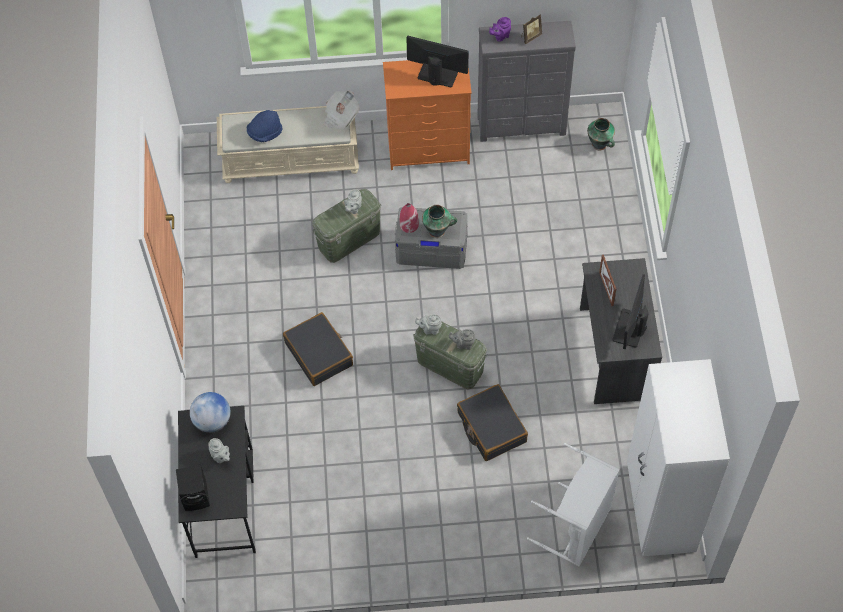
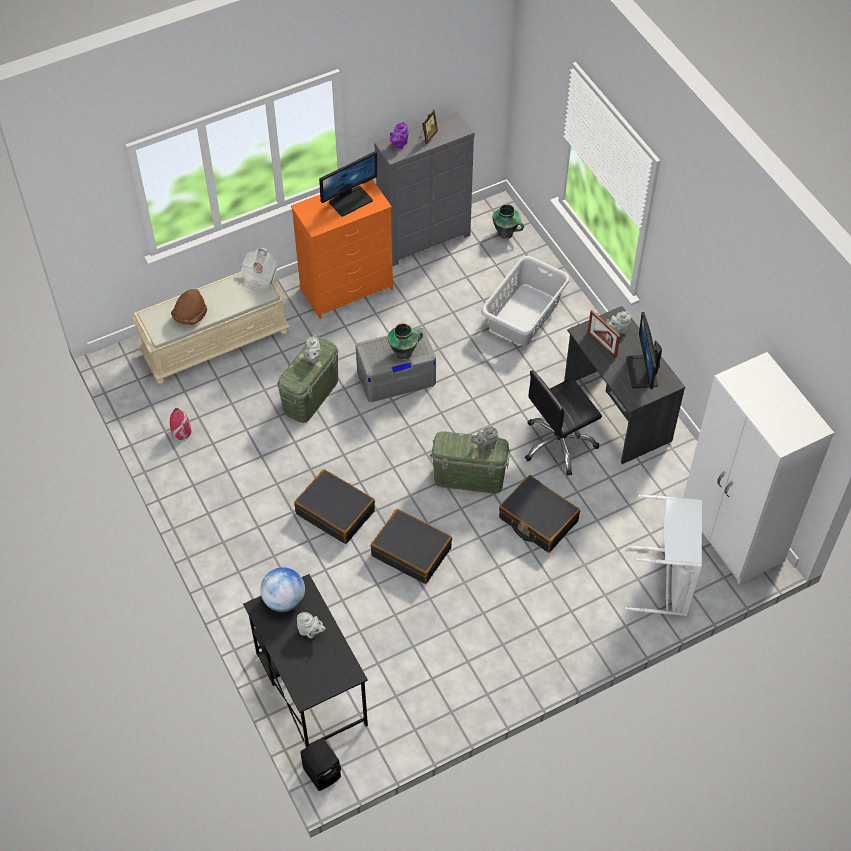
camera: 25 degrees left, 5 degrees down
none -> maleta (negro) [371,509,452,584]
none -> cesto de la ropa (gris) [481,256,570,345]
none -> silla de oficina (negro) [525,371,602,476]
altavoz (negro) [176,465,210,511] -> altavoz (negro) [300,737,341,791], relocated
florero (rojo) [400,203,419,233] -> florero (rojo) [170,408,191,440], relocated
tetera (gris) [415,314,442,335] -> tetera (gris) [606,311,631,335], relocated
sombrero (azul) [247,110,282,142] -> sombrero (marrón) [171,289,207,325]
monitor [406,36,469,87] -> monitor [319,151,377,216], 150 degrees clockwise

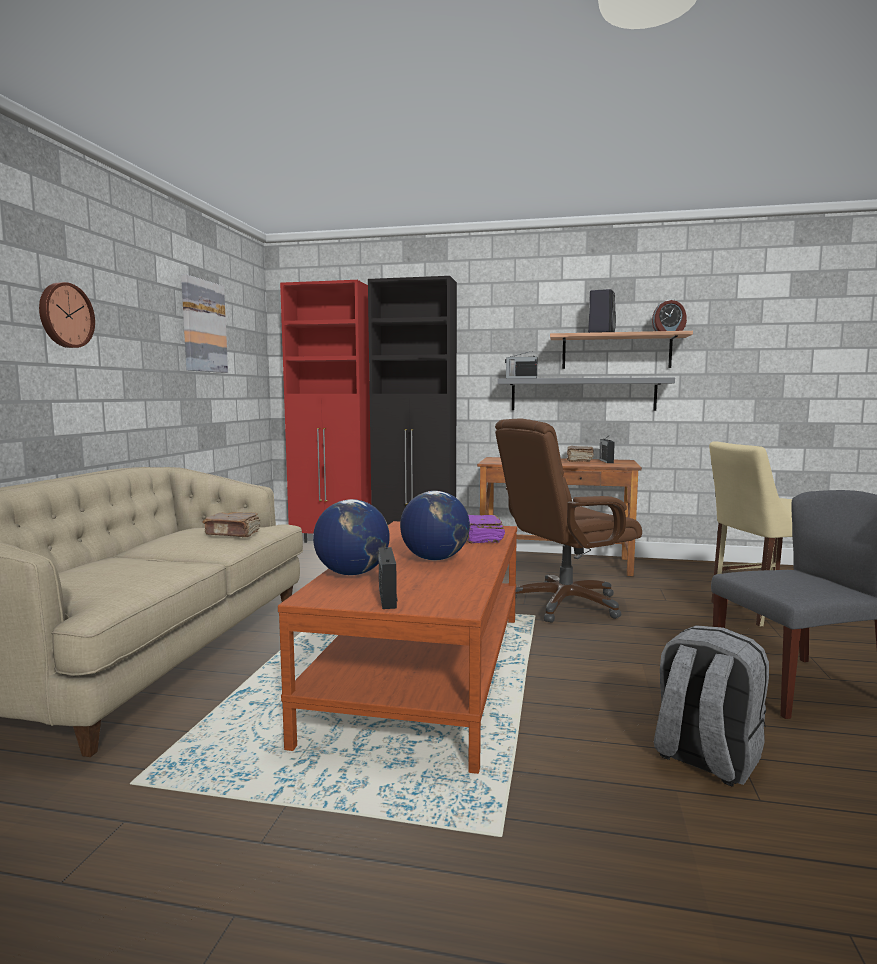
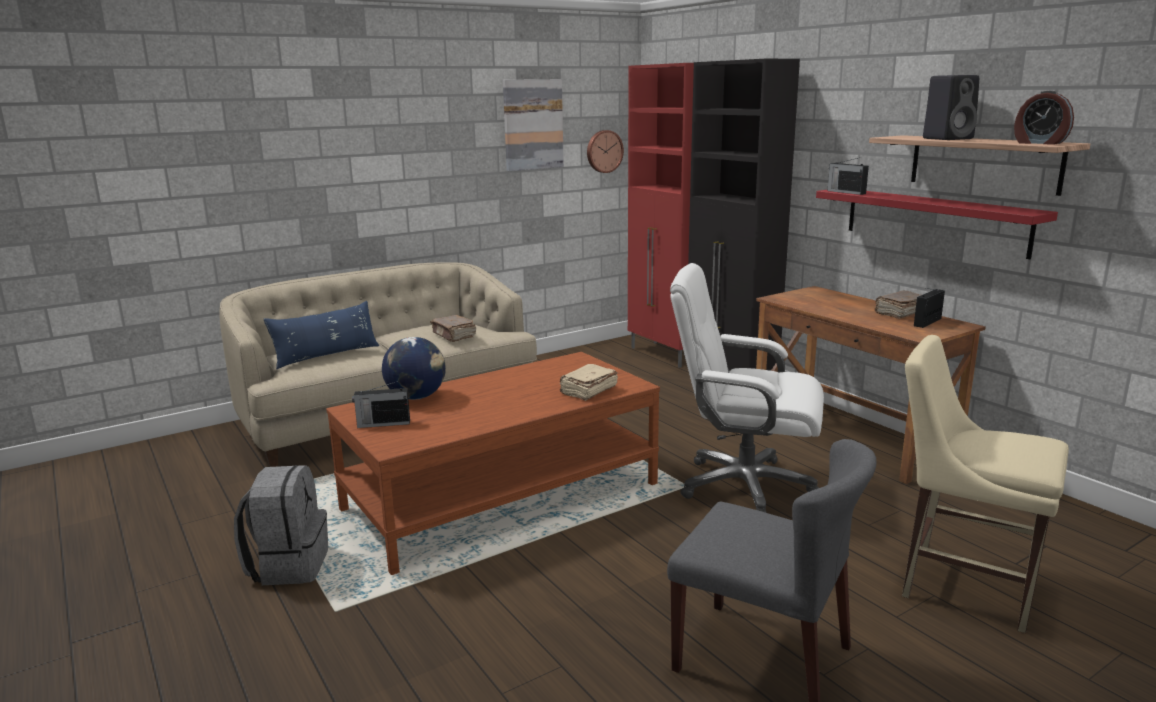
camera: 45 degrees right, 10 degrees up
globo terráqueo [400,491,470,560] -> none
none -> cojín (azul) [264,301,379,369]
reloj de pared [39,282,95,348] -> reloj de pared [587,130,624,173], relocated
mochila (gris) [654,625,769,787] -> mochila (gris) [234,465,328,585], relocated
libro (morado) [466,515,505,543] -> libro (beis) [560,364,618,401]
silla de oficina (marrón) [495,419,642,623] -> silla de oficina (blanco) [670,263,824,513]
estante (gris) [498,377,675,411] -> estante (rojo) [816,190,1058,259]
radio [378,547,397,609] -> radio [352,381,410,428], 135 degrees counterclockwise

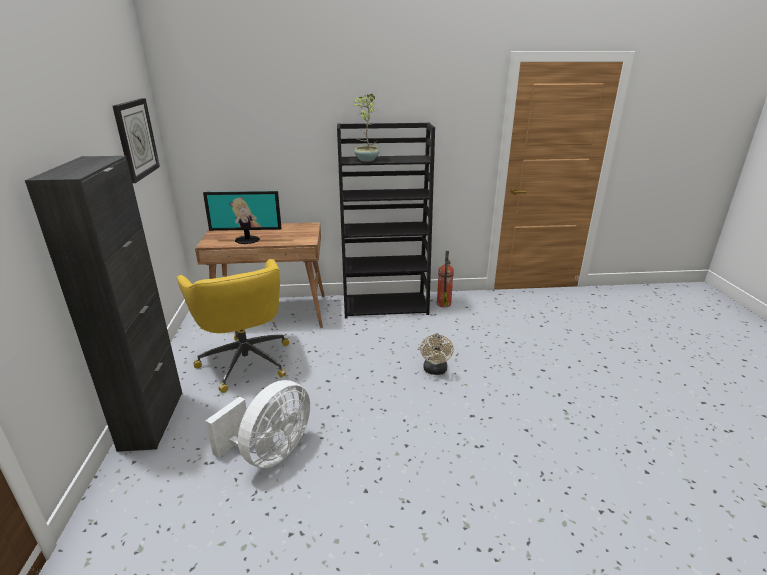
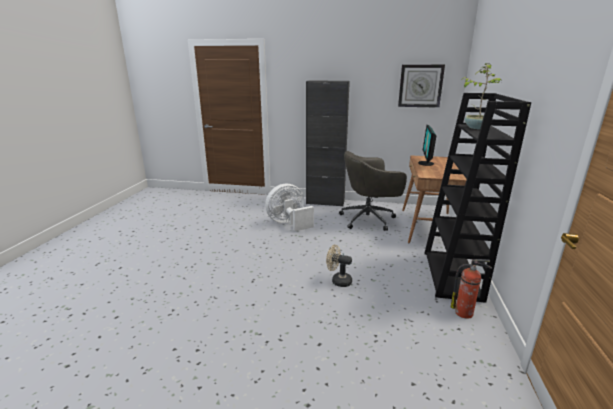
camera: 105 degrees right, 5 degrees down
silla de oficina (amarillo) [177,259,289,393] -> silla de oficina (gris) [339,151,407,231]
ventilador (blanco) [205,380,310,468] -> ventilador (blanco) [265,184,314,231], 105 degrees clockwise

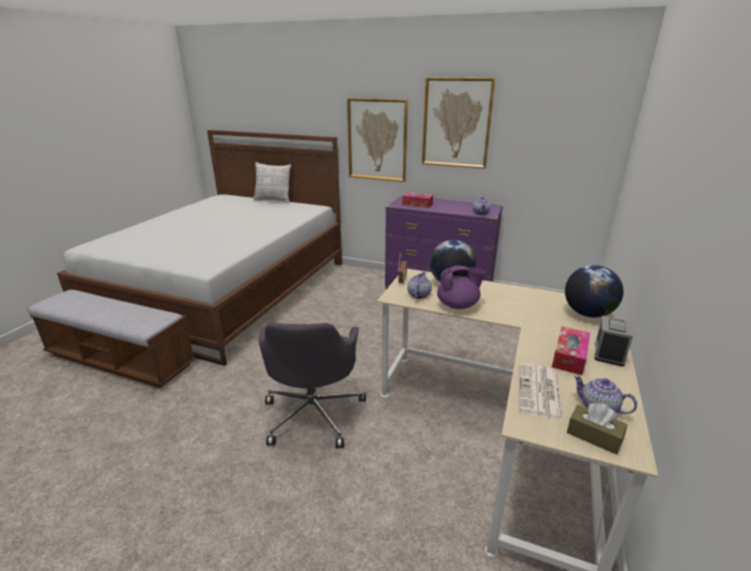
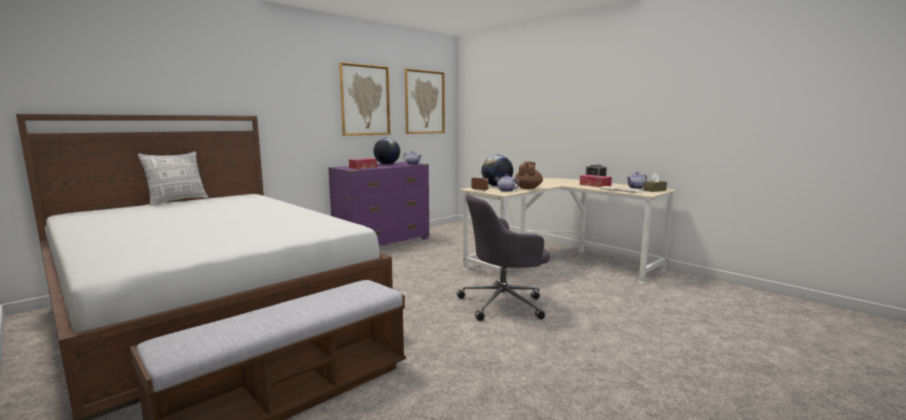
camera: 65 degrees left, 15 degrees down
cuadro [347,98,408,182] -> cuadro [405,68,445,134], relocated
globo terráqueo [565,265,624,318] -> globo terráqueo [373,138,400,165], relocated
tetera (morado) [437,266,486,309] -> tetera (marrón) [515,161,543,189]
silla de oficina (gris) [258,323,366,448] -> silla de oficina (gris) [457,194,550,321], 135 degrees clockwise

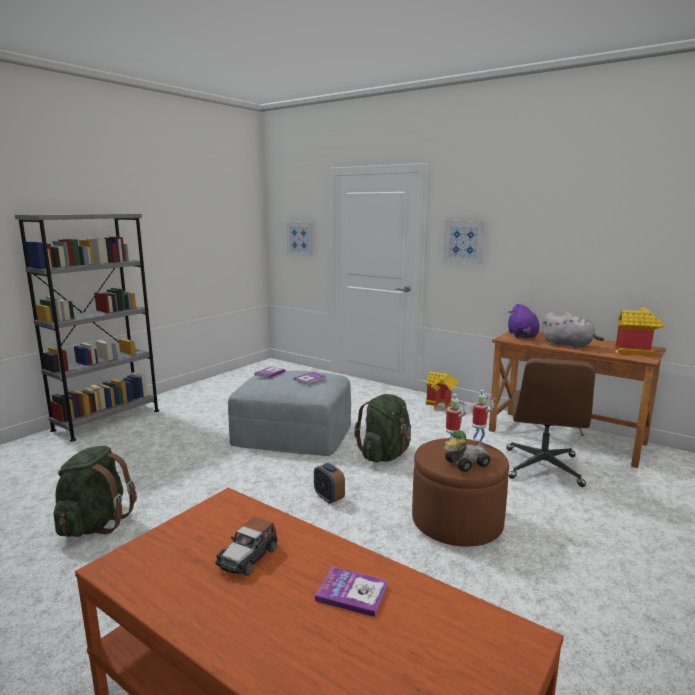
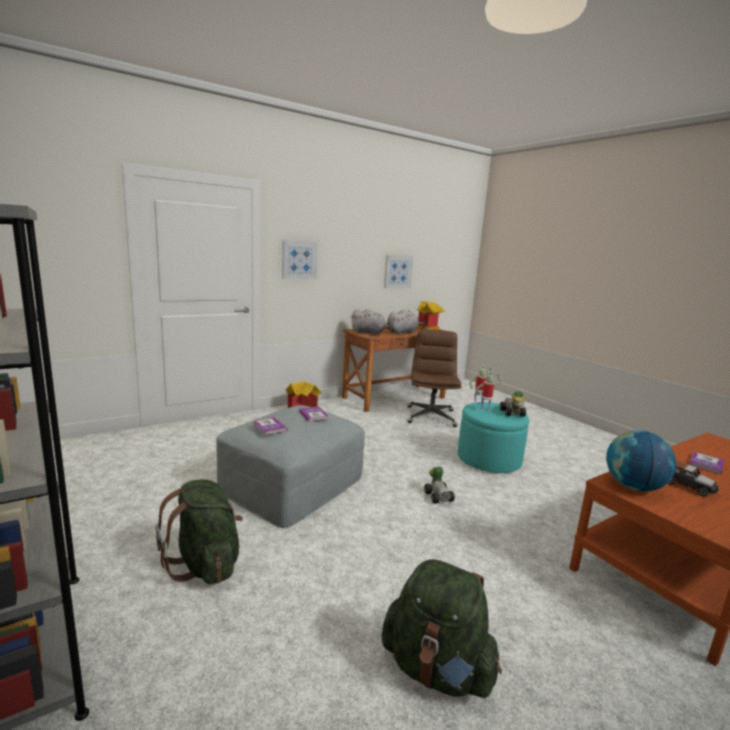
camera: 70 degrees left, 0 degrees up
none -> globo terráqueo [606,430,676,492]
cuadro [286,222,313,257] -> cuadro [384,255,413,288], relocated
mochila (verde) [354,394,411,462] -> mochila (verde) [156,479,243,584], relocated
despertador [314,463,345,504] -> coche de juguete [424,467,455,504]
puf (marrón) [412,438,509,547] -> puf (turquesa) [457,402,529,473]
peluche (morado) [508,304,539,338] -> peluche (gris) [351,309,390,335]
silla de oficina (marrón) [506,358,595,487] -> silla de oficina (marrón) [407,330,462,427], 120 degrees counterclockwise

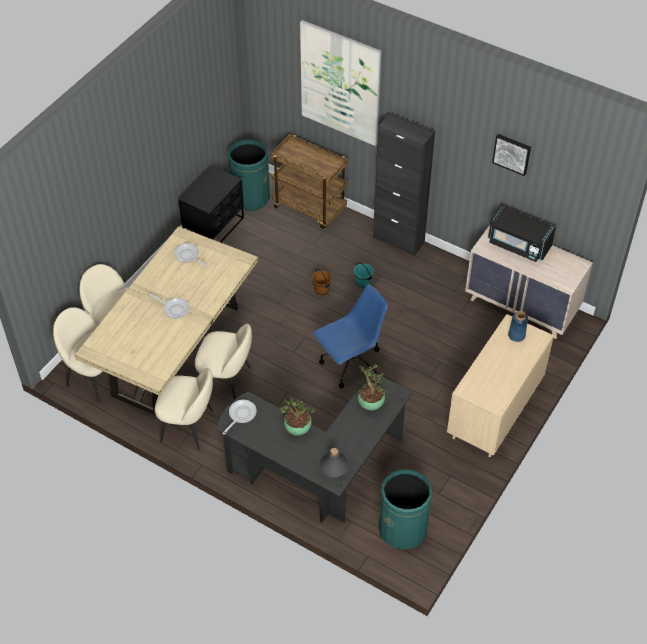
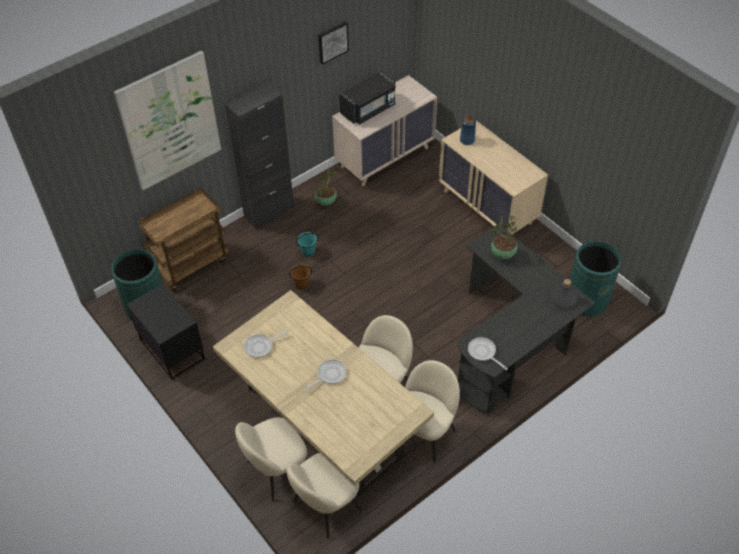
camera: 70 degrees left, 0 degrees up
silla de oficina (azul) [313,284,388,388] -> none
planta en maceta [280,398,315,436] -> planta en maceta [315,169,338,206], relocated

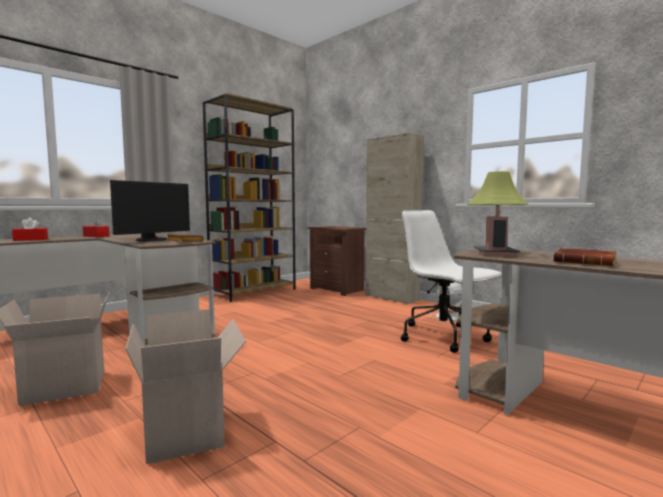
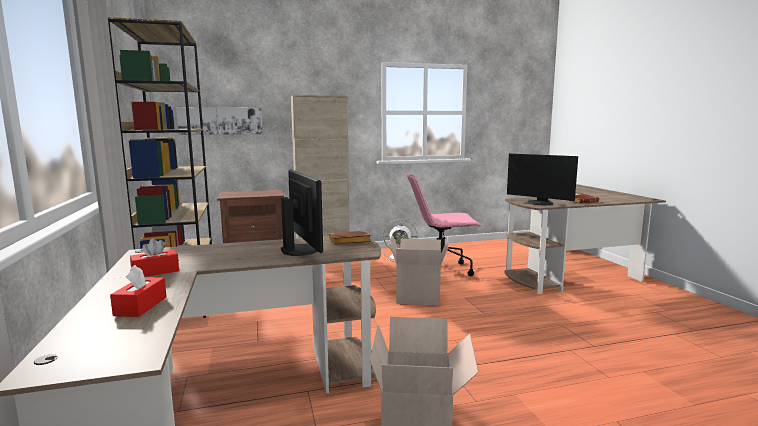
camera: 60 degrees left, 5 degrees up
none -> cuadro [176,107,263,135]
caja de cartón [125,309,246,464] -> caja de cartón [390,236,449,306], relocated
lámpara de mesa [467,171,528,257] -> monitor [507,153,578,205]
silla de oficina (blanco) [401,210,501,353] -> silla de oficina (rosa) [407,173,481,276]

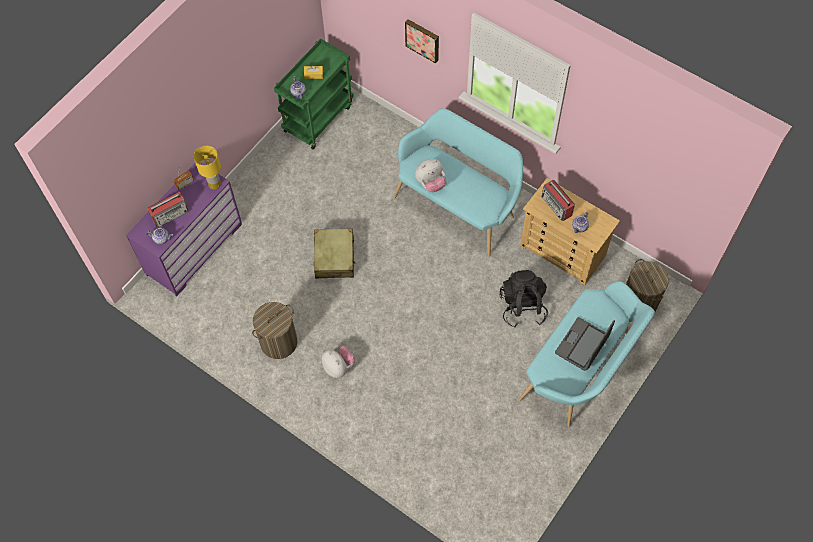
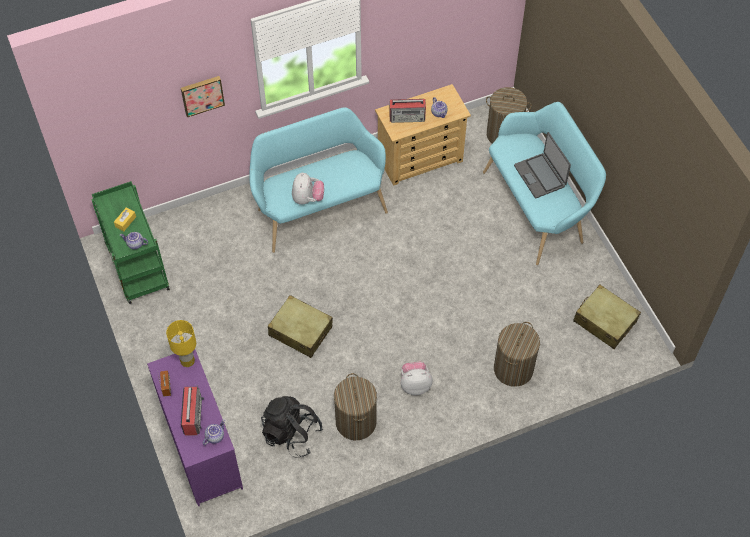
camera: 60 degrees left, 5 degrees down
none -> cesto de la ropa [494,322,540,387]
none -> maleta (beis) [573,285,641,349]
mochila (negro) [500,270,548,328] -> mochila (negro) [261,396,323,458], relocated

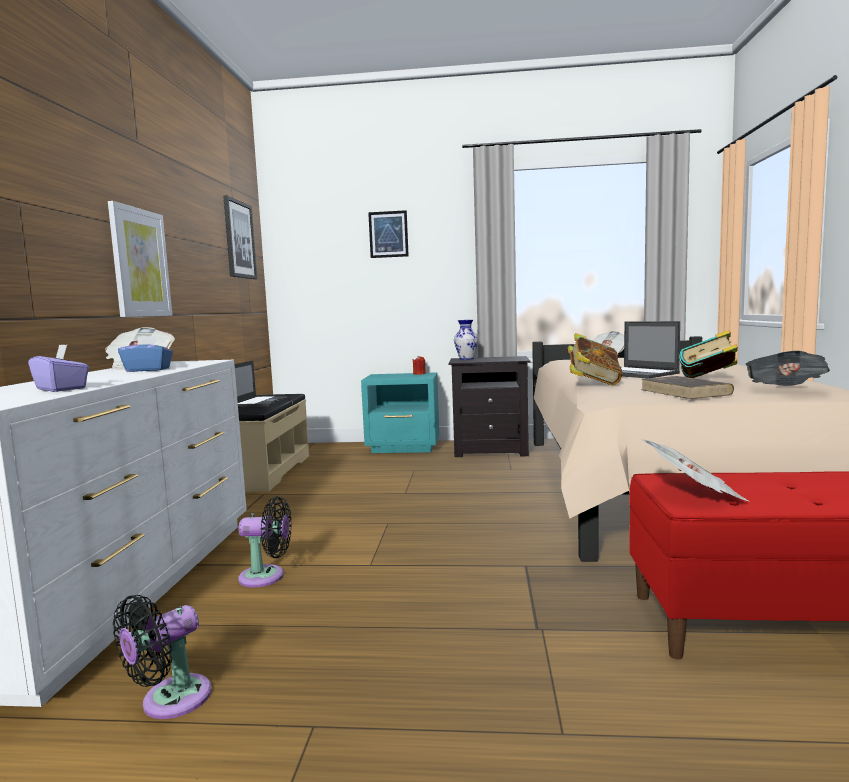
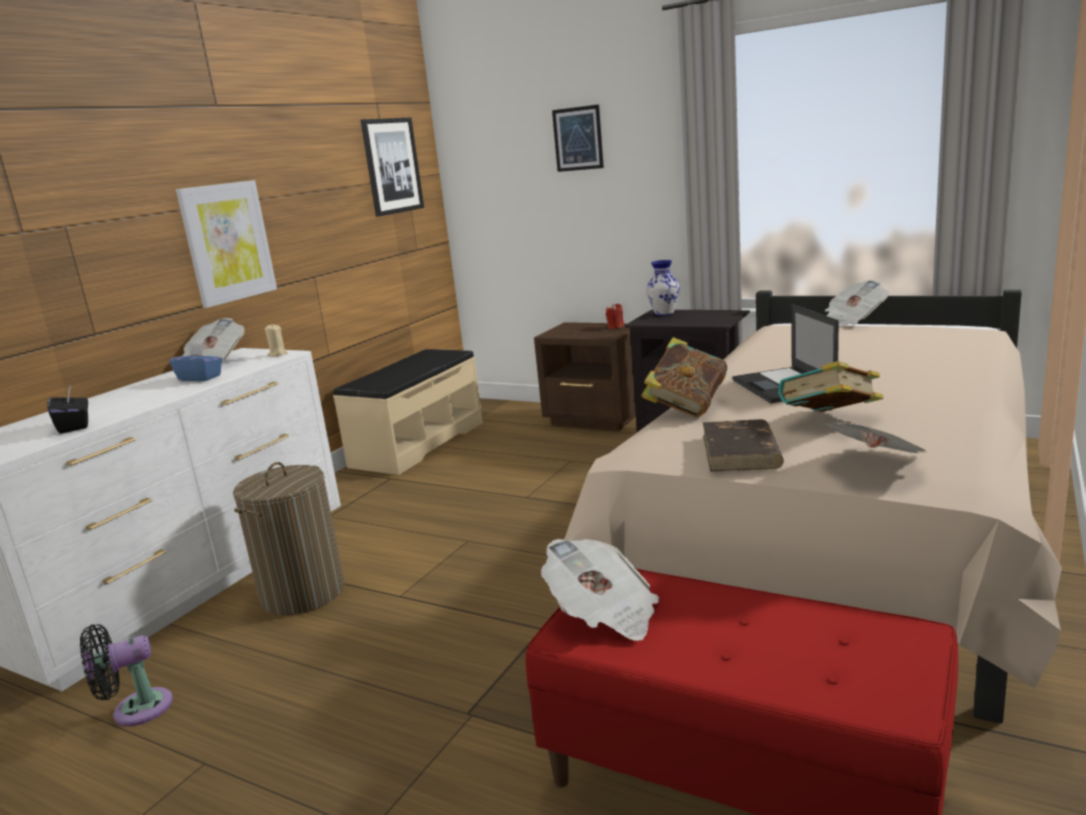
camera: 25 degrees right, 10 degrees up
portátil [234,361,290,407] -> none
none -> vela (beis) [265,324,288,357]
ventilador (negro) [238,497,292,588] -> cesto de la ropa [233,462,344,615]
caja de pañuelos (morado) [28,344,90,392] -> caja de pañuelos (negro) [48,385,88,434]
mesita de noche (turquesa) [361,372,439,453] -> mesita de noche (marrón) [534,322,636,431]

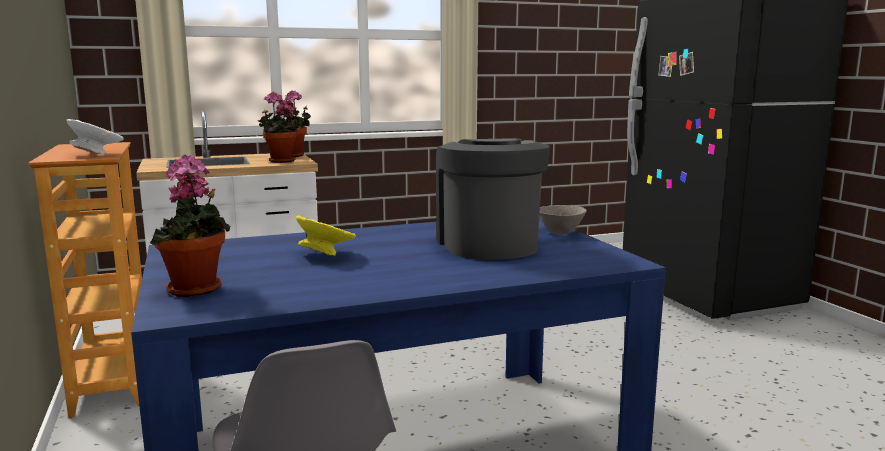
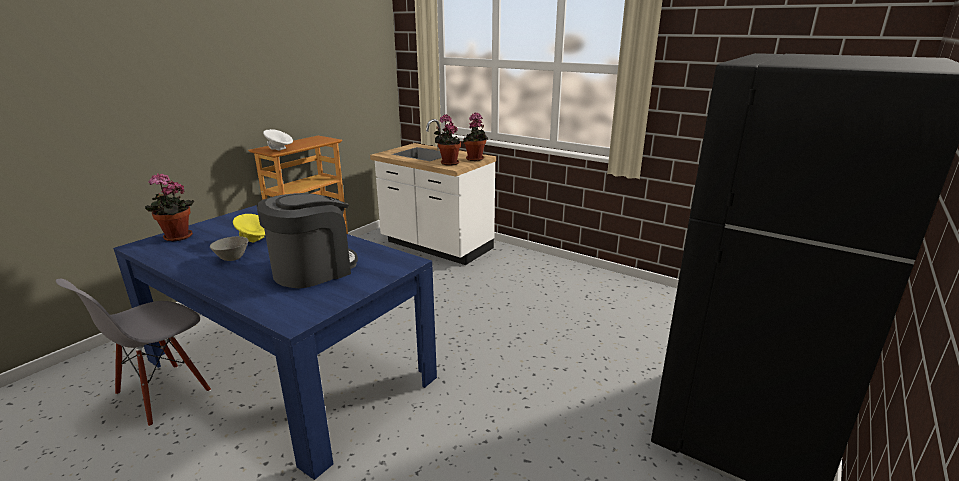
camera: 55 degrees right, 10 degrees up
cuenco (gris) [540,205,587,235] -> cuenco (gris) [210,236,248,261], relocated

